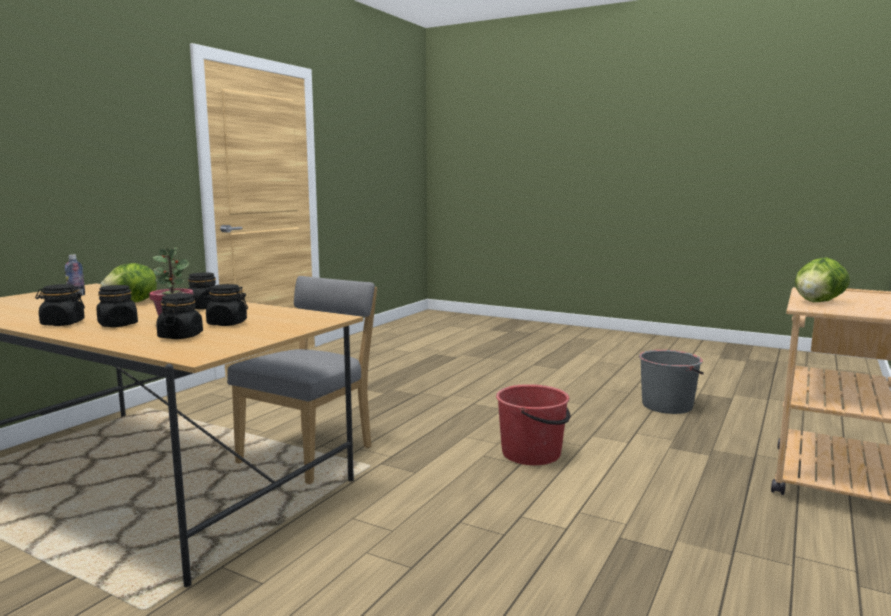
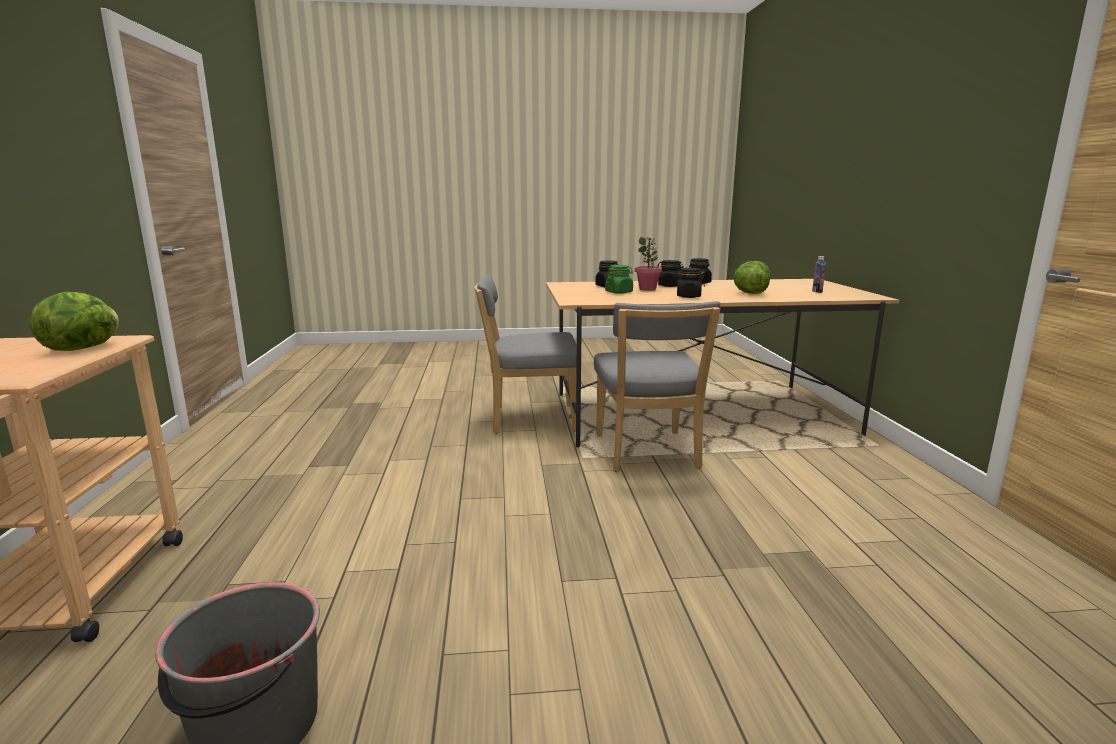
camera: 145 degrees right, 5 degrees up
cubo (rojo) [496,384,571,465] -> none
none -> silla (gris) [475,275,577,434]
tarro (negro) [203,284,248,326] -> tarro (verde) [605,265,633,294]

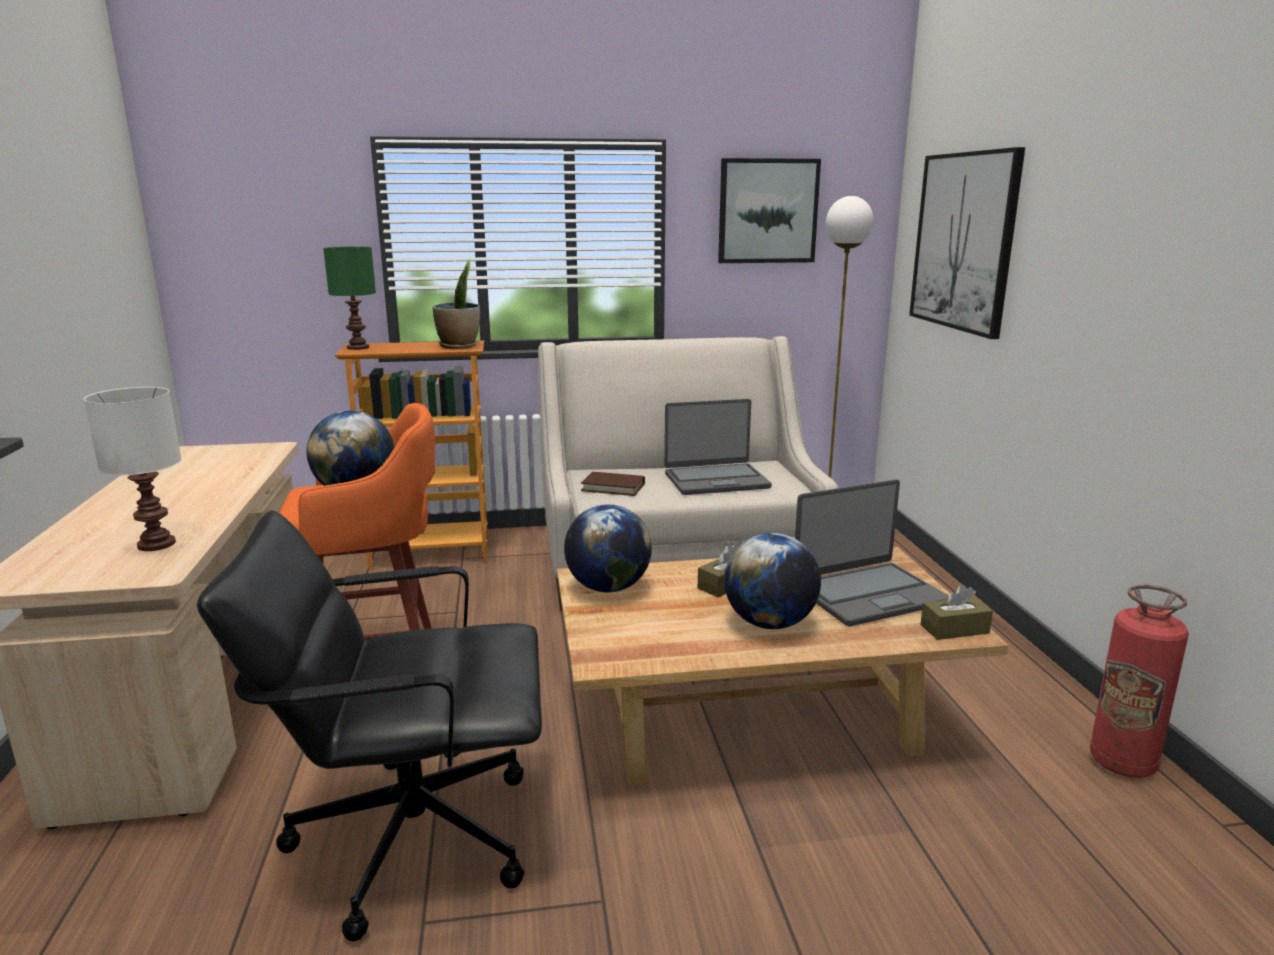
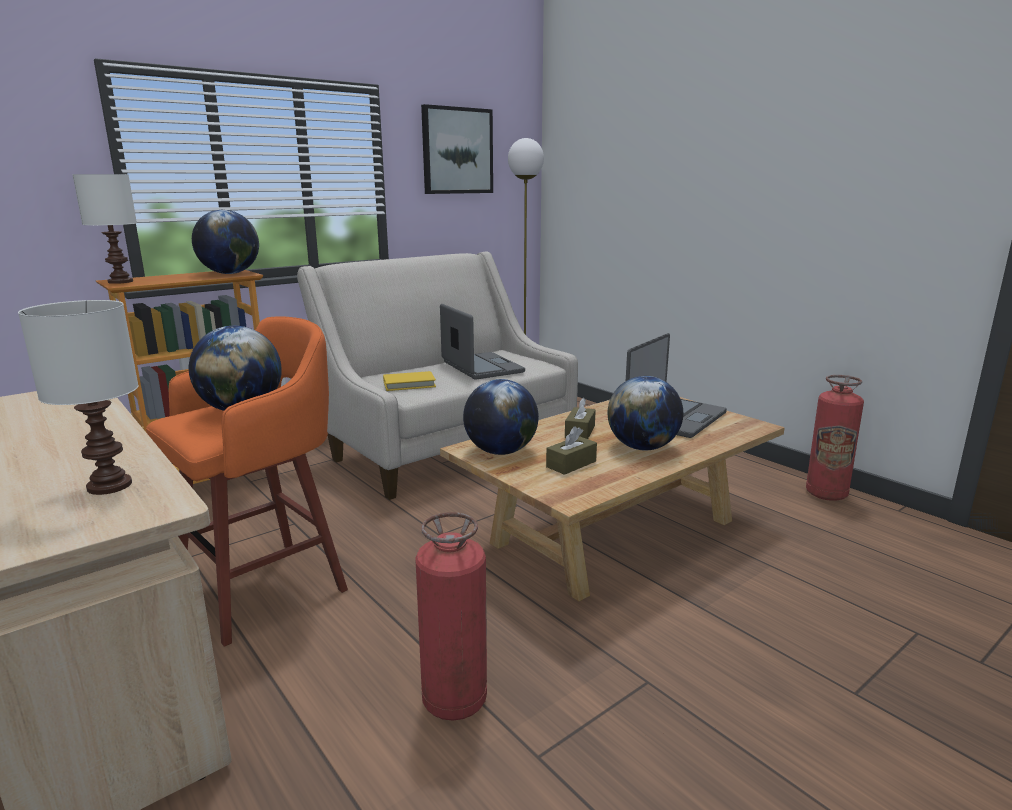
camera: 30 degrees left, 0 degrees up
cuadro [909,147,1025,339] -> none
caja de pañuelos (marrón) [920,585,993,640] -> caja de pañuelos (marrón) [546,426,597,475], relocated
silla de oficina (negro) [197,511,542,942] -> extintor [415,512,487,720]
planta en maceta [432,259,480,349] -> globo terráqueo [192,210,259,274]
lámpara de mesa (verde) [323,247,376,350] -> lámpara de mesa (blanco) [72,174,137,284]
libro (marrón) [581,472,645,496] -> libro (amarillo) [383,371,436,391]
portátil [664,399,772,495] -> portátil [440,304,525,380], 75 degrees counterclockwise

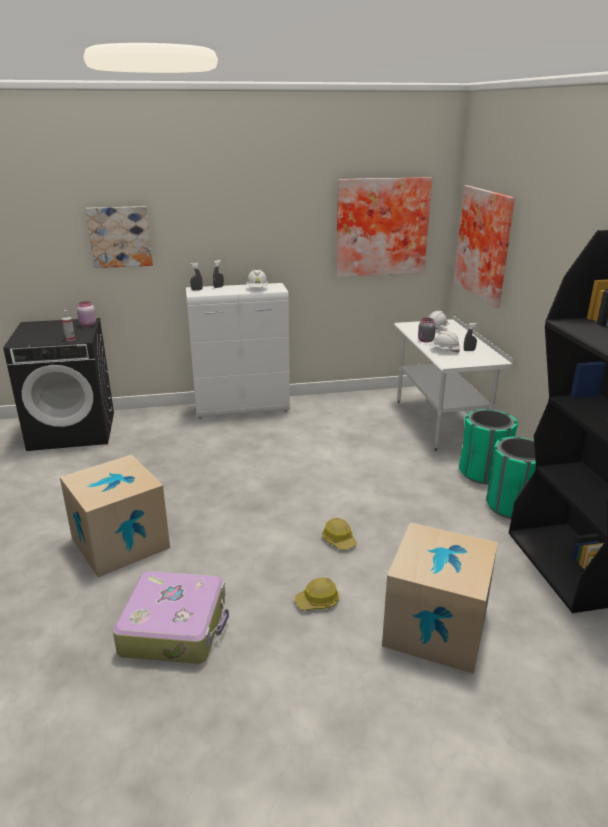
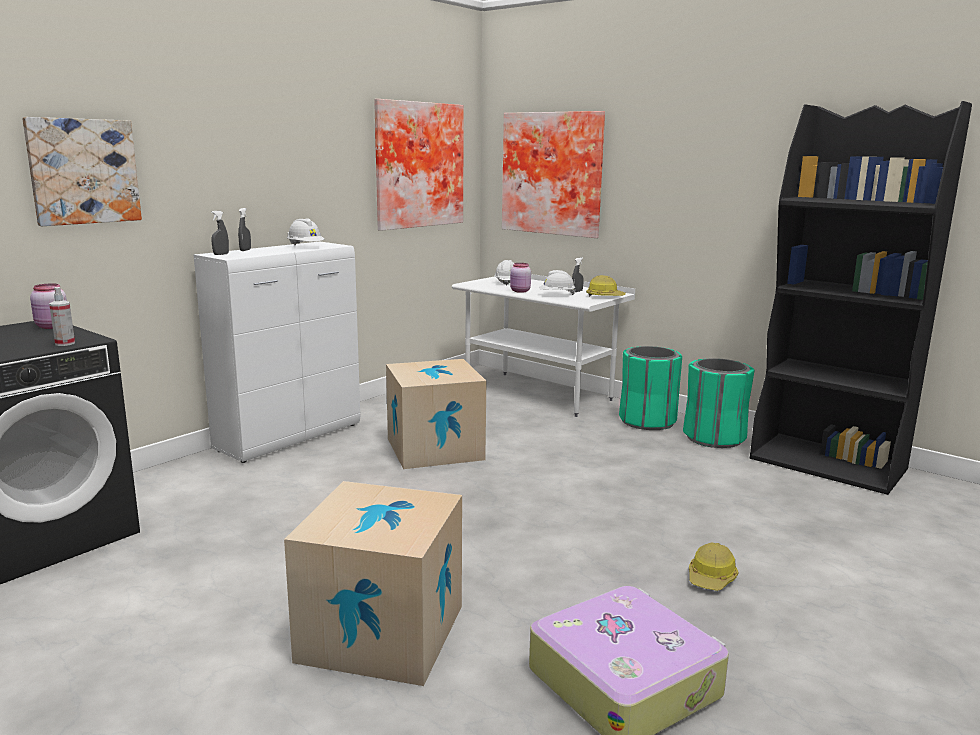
camera: 40 degrees left, 10 degrees down
casco [322,518,357,550] -> casco [586,275,626,296], relocated
caja de cartón [382,523,498,674] -> caja de cartón [386,359,486,469], relocated
tarro (gris) [418,318,436,343] -> tarro (rosa) [510,263,531,293]

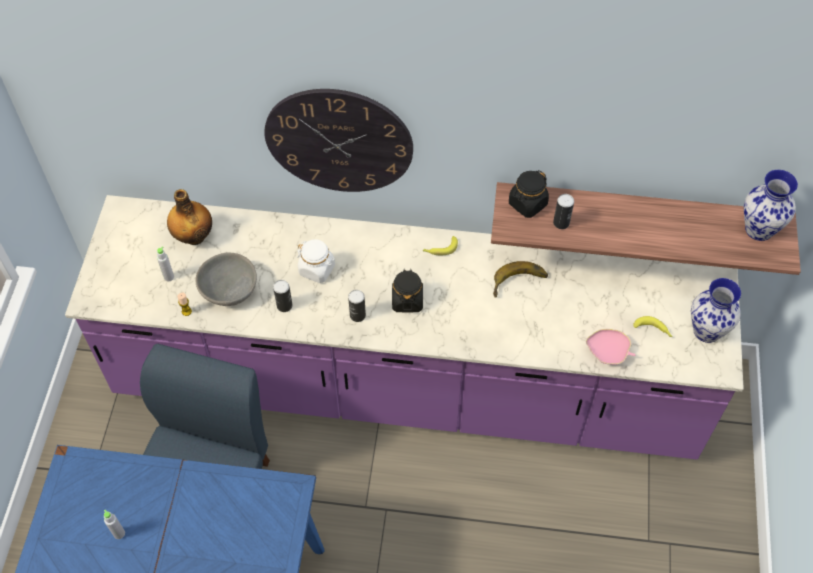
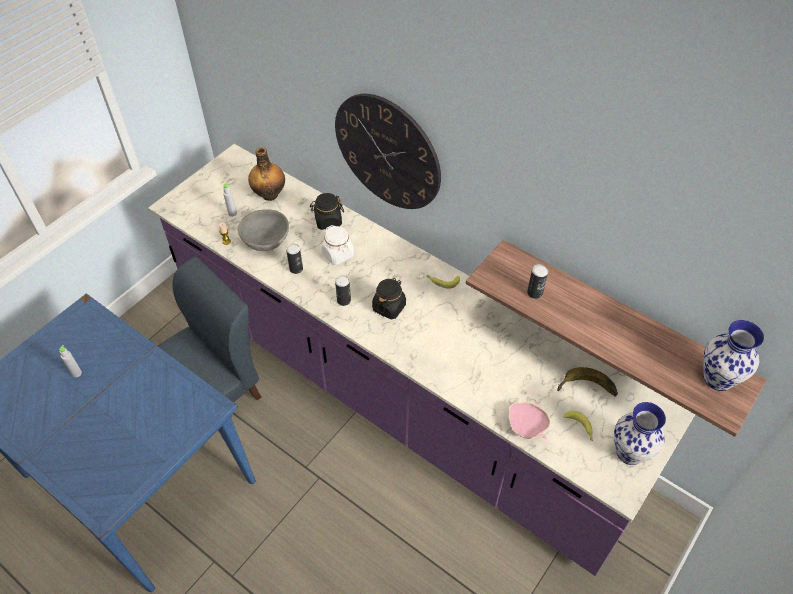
camera: 30 degrees right, 5 degrees down
plátano [493,261,548,298] -> plátano [557,367,618,396], relocated
tarro (negro) [509,170,549,218] -> tarro (negro) [310,193,344,230], relocated

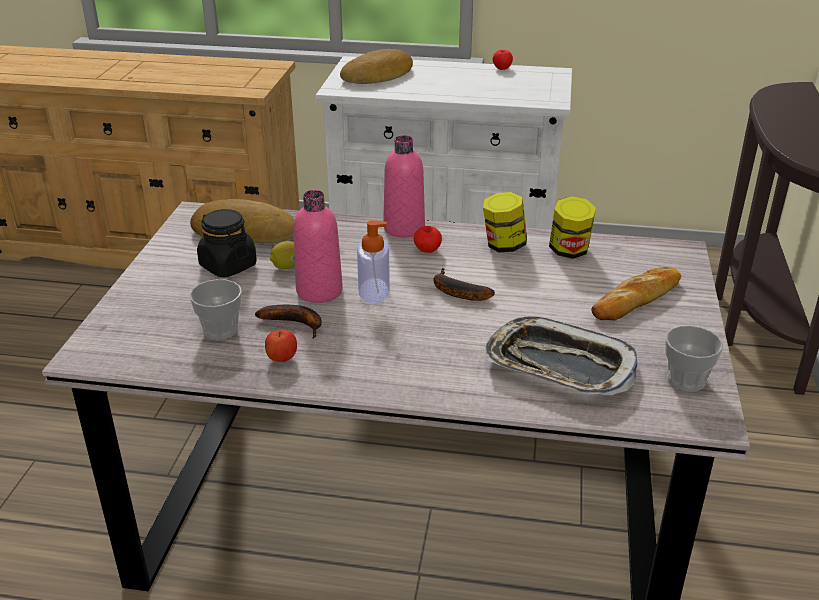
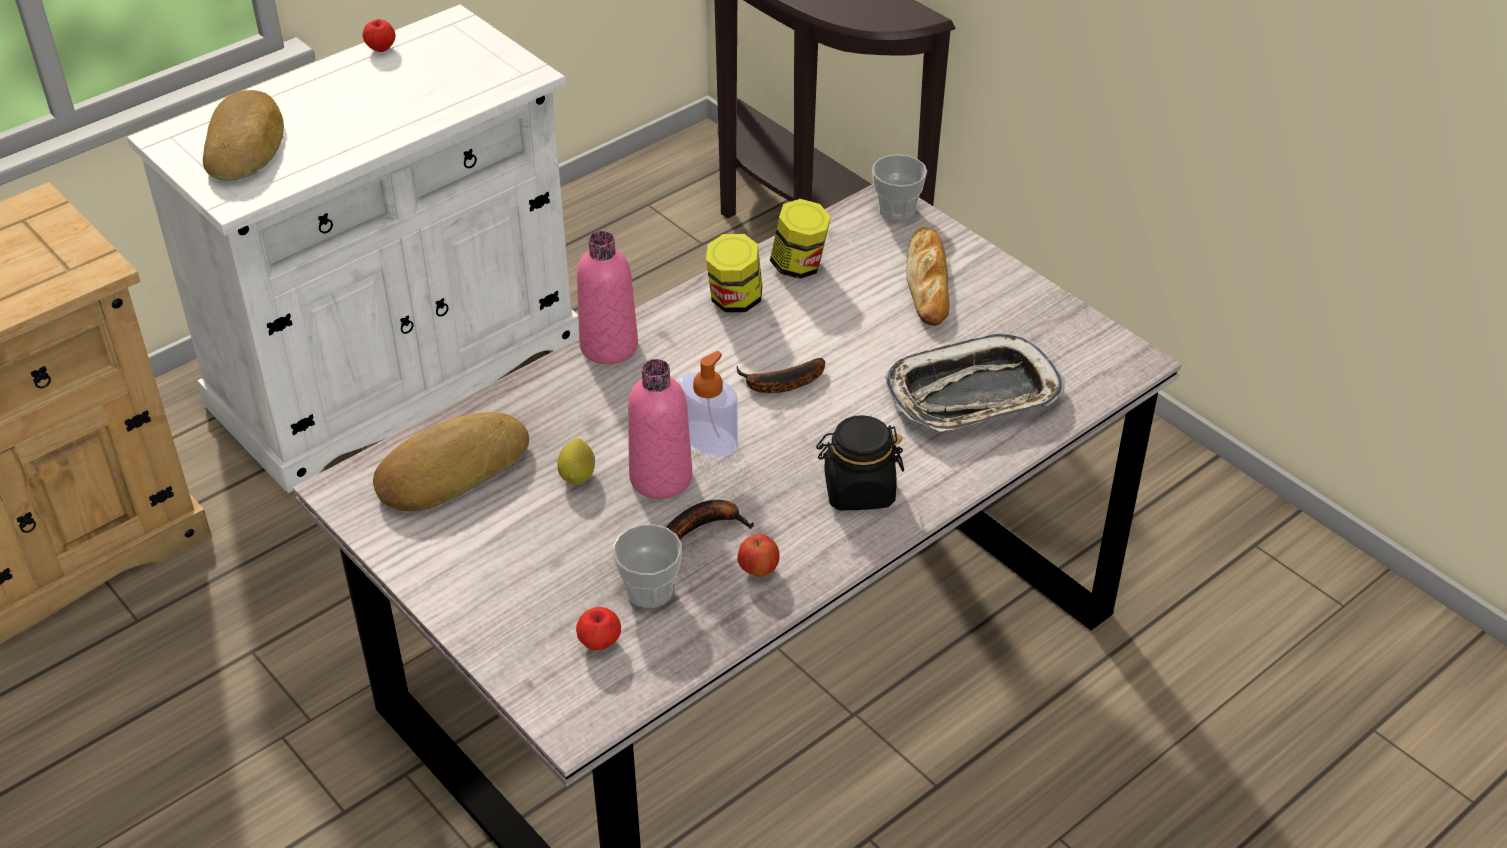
camera: 50 degrees left, 10 degrees up
tarro (negro) [197,209,257,277] -> tarro (negro) [816,415,904,510], relocated
manzana [413,226,442,253] -> manzana [576,607,621,650], relocated
taza [665,326,723,392] -> taza [872,154,927,221], relocated

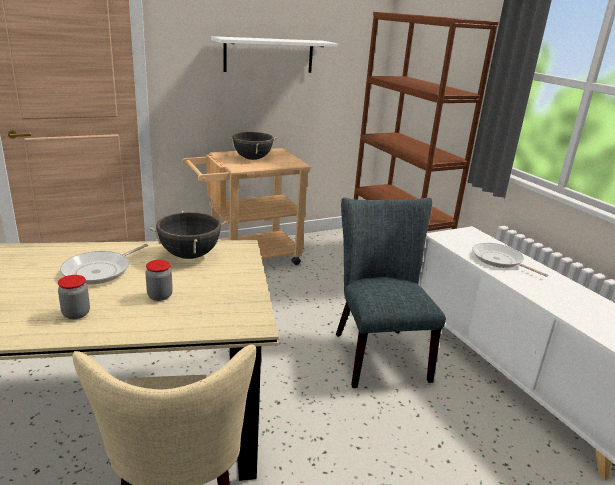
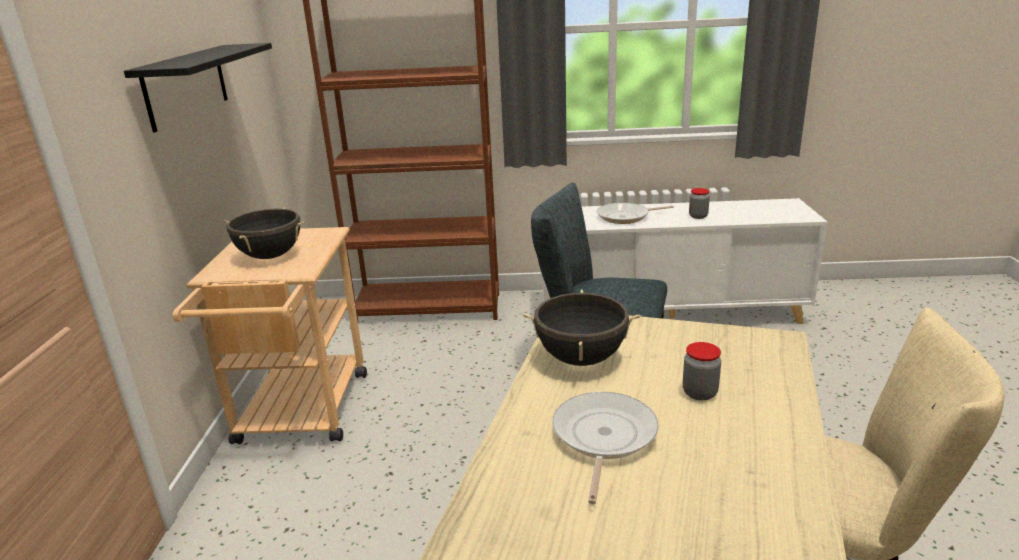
camera: 60 degrees left, 0 degrees up
tarro [58,275,90,319] -> tarro [689,188,710,219], relocated
estante (blanco) [211,36,338,73] -> estante (negro) [124,43,272,133]
sartén [60,244,148,285] -> sartén [552,392,659,504], 135 degrees counterclockwise

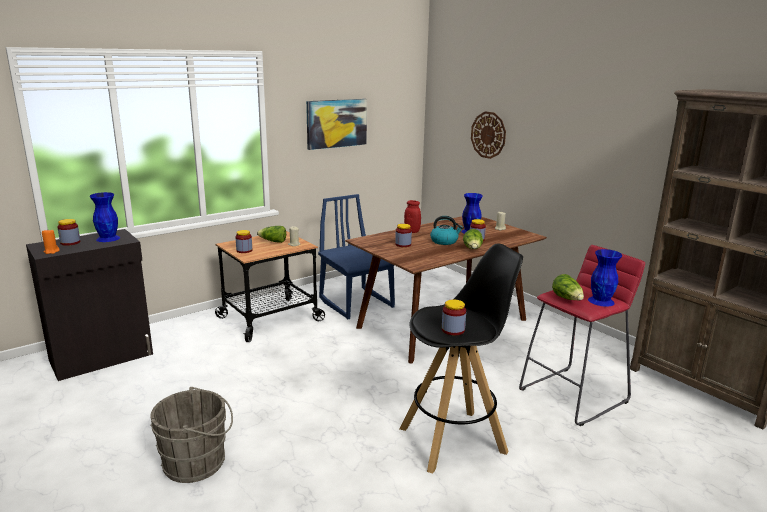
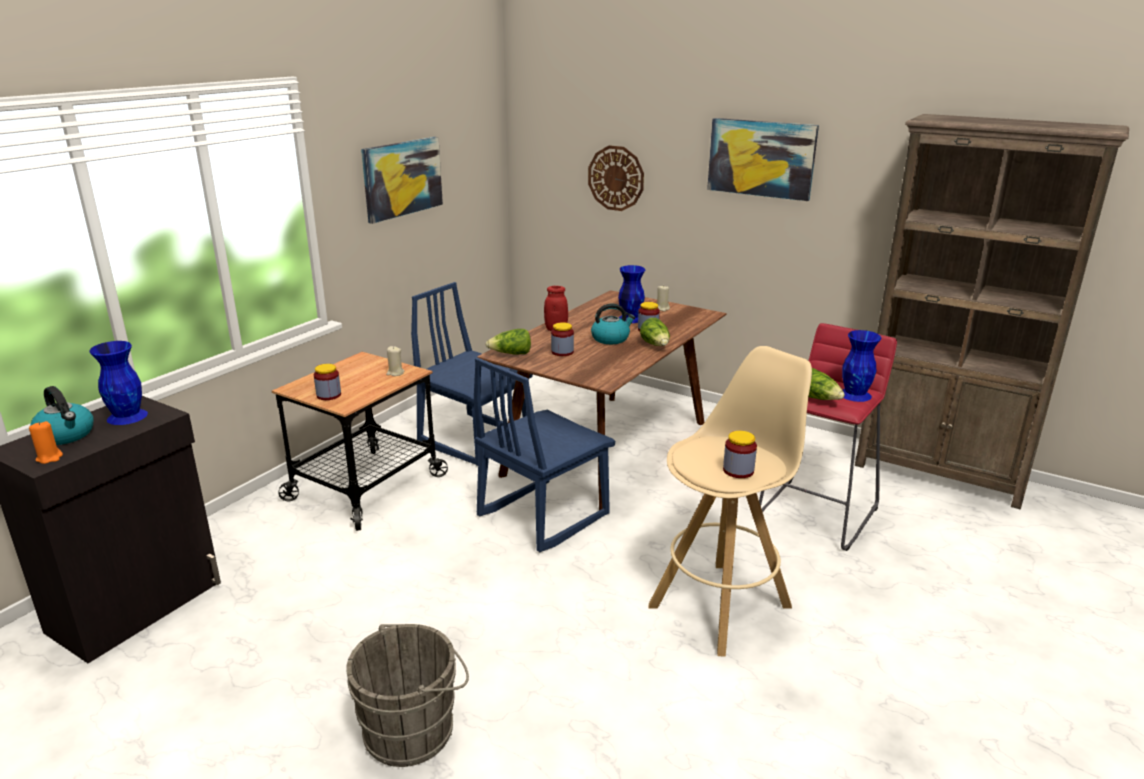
camera: 20 degrees left, 5 degrees up
none -> silla (azul) [474,357,615,552]
none -> cuadro [707,118,819,201]
lechuga [257,226,286,243] -> lechuga [485,329,531,354], relocated
tarro [58,219,80,246] -> hervidor [30,386,94,445]
taburete (negro) [400,244,523,474] -> taburete (beis) [649,346,812,656]

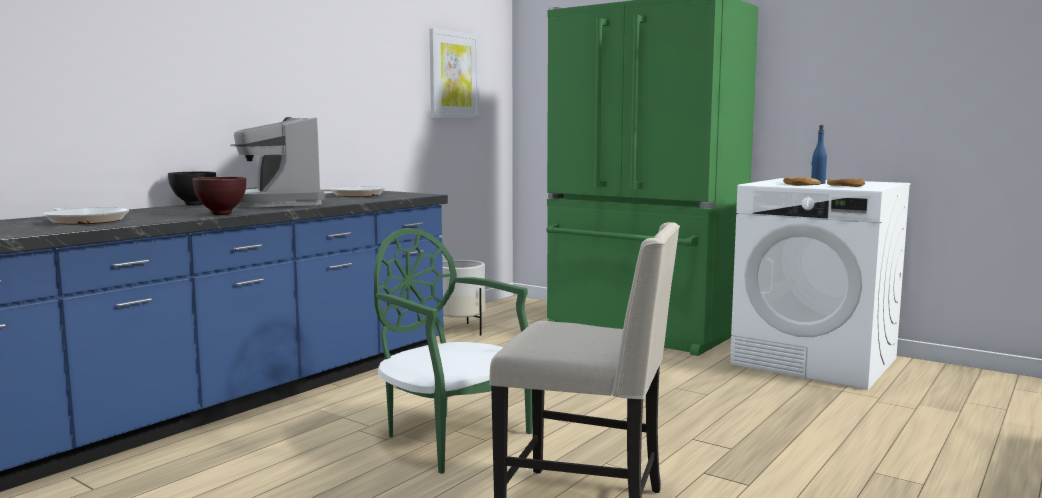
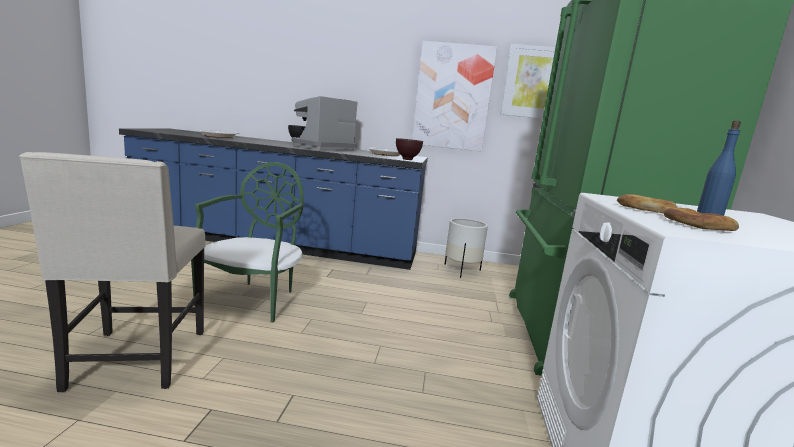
camera: 60 degrees right, 5 degrees up
none -> cuadro [412,41,497,151]
cuenco (marrón) [193,177,246,215] -> cuenco (marrón) [396,138,423,160], relocated

